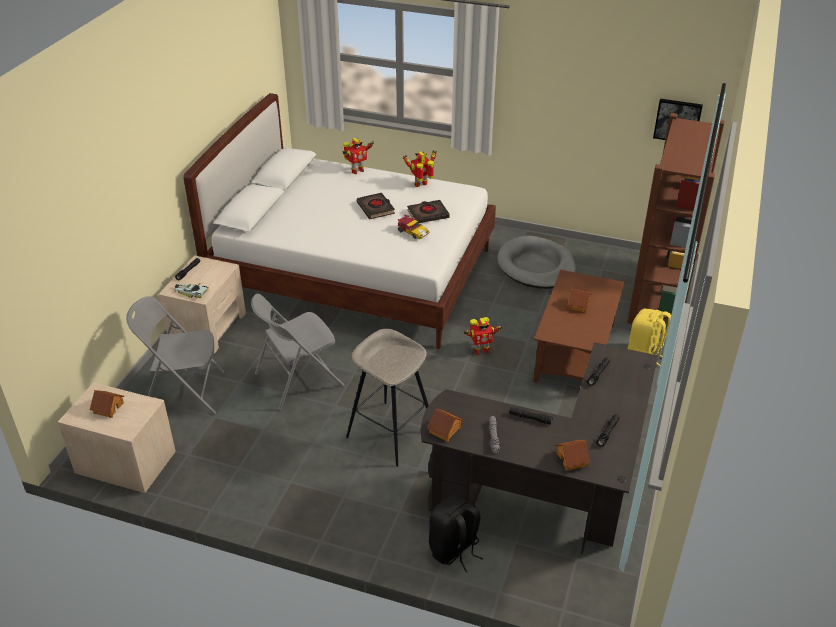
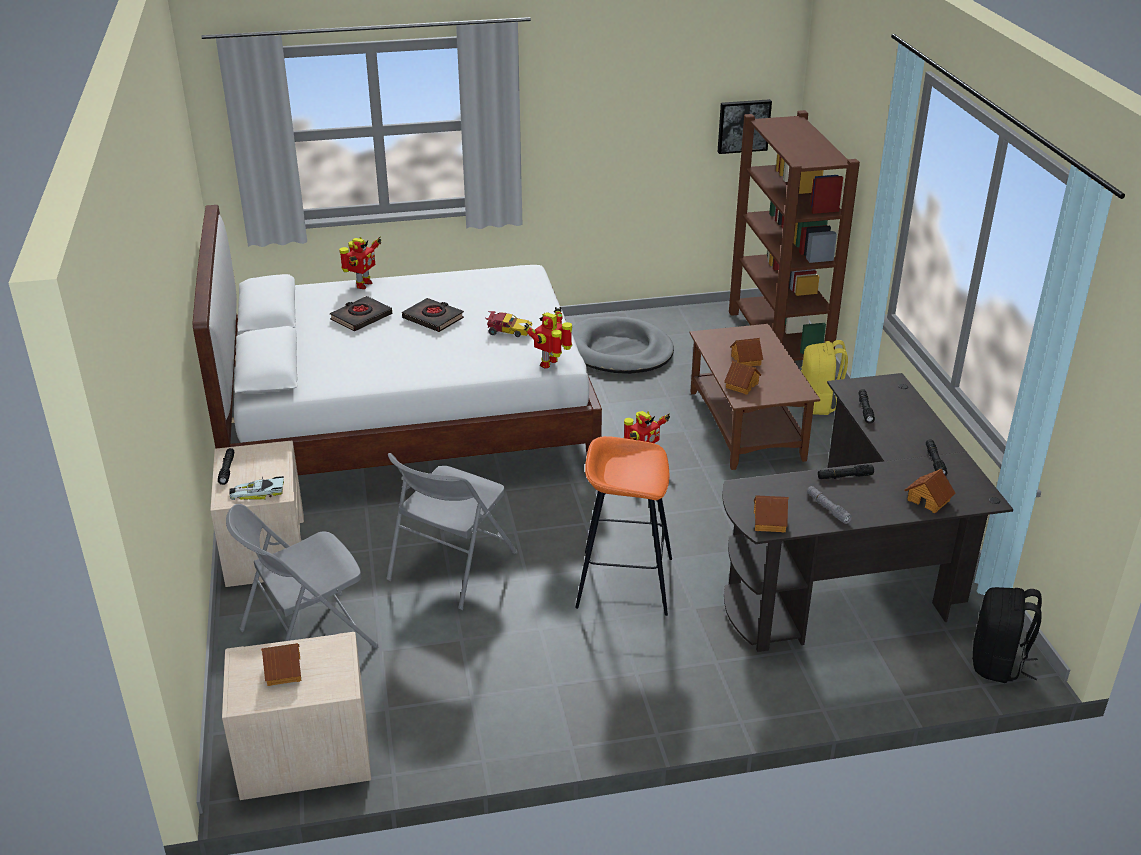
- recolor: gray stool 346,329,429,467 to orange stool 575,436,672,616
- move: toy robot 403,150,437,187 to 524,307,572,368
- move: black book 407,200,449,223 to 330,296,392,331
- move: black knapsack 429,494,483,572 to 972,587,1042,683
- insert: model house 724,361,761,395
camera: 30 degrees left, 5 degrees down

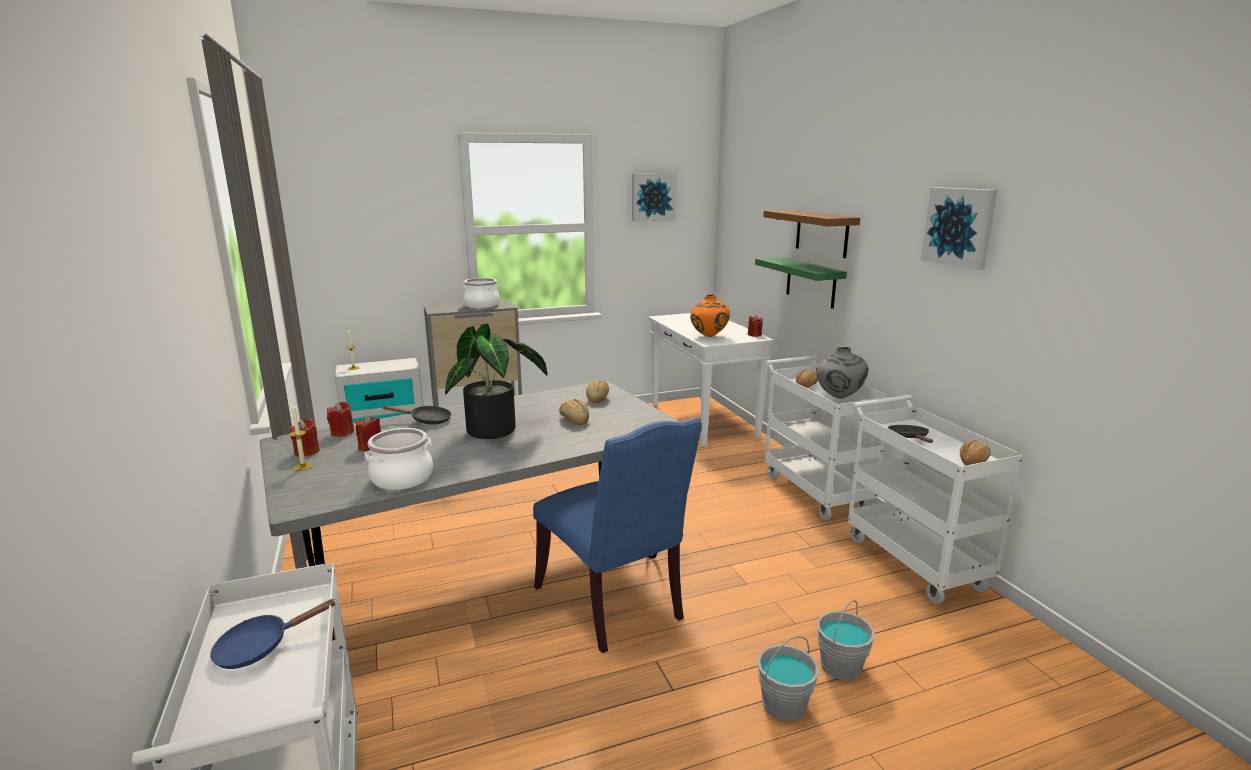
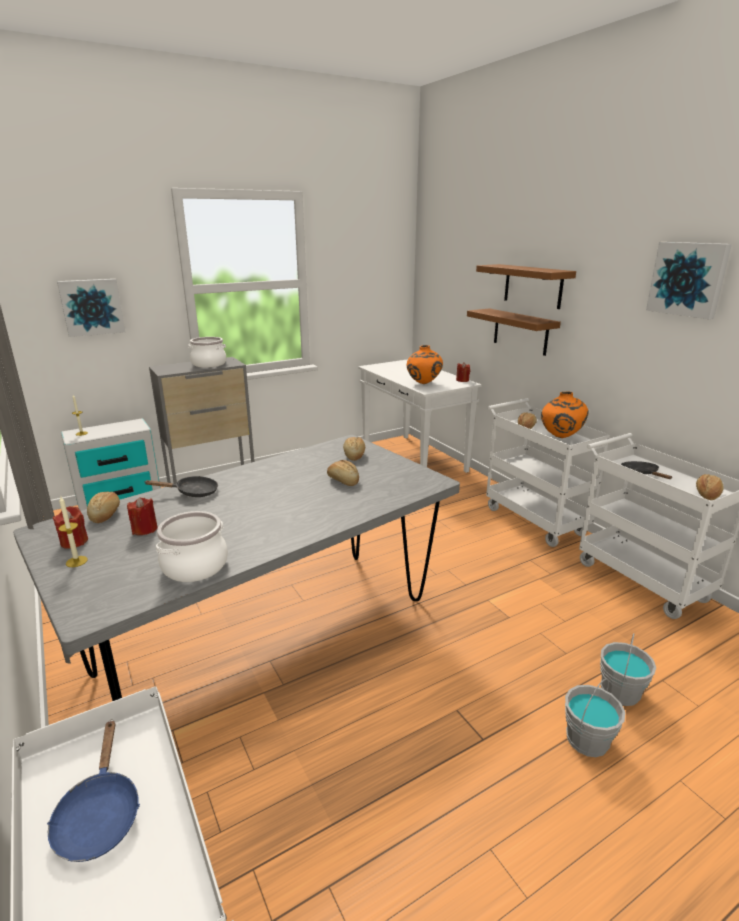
- rotate: blue skillet 210,599,336,669 = 47,719,140,862 60 degrees counterclockwise
- replace: reddish candle 327,402,354,437 to baked bread 87,491,120,523
- delete: plant in a pot 445,324,548,439
- delete: blue plain chair 533,418,702,653
- move: wall picture 632,173,677,222 to 57,279,125,337
- recolor: green-coloured bracket shelf 755,257,847,309 to brown bracket shelf 467,308,561,356
- recolor: gray flower vase 817,347,868,399 to orange flower vase 541,391,589,438
camera: 10 degrees left, 5 degrees up

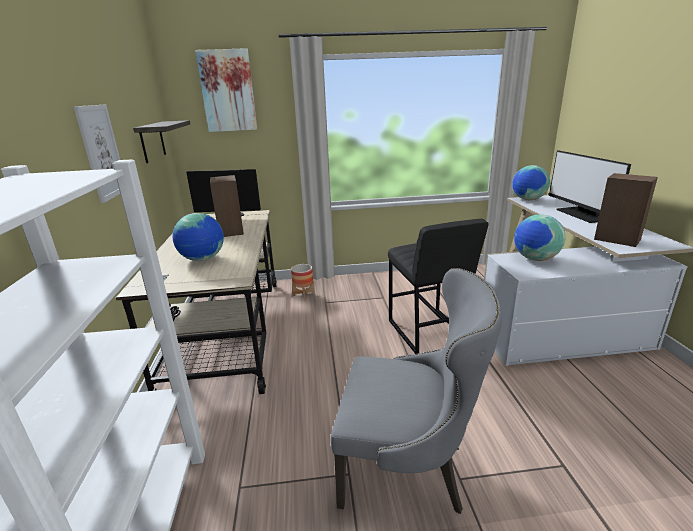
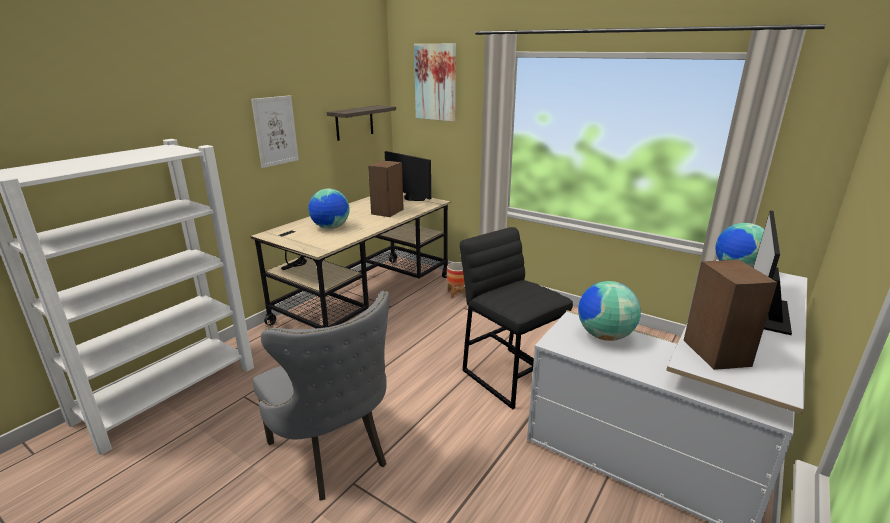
- rotate: black plain chair 388,219,489,354 = 460,227,573,409 120 degrees clockwise
camera: 40 degrees right, 0 degrees up

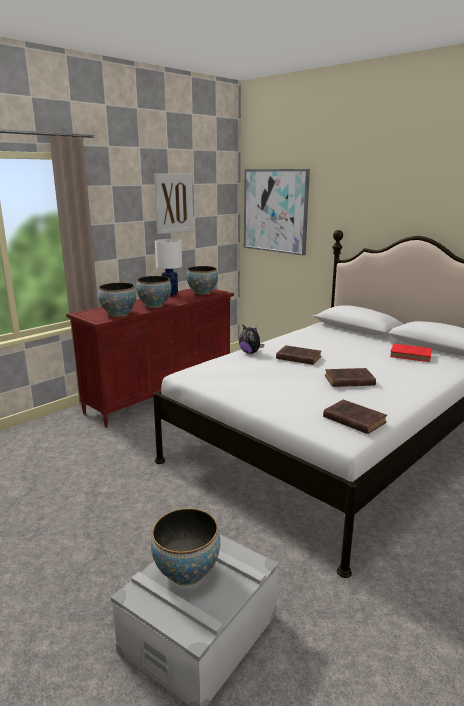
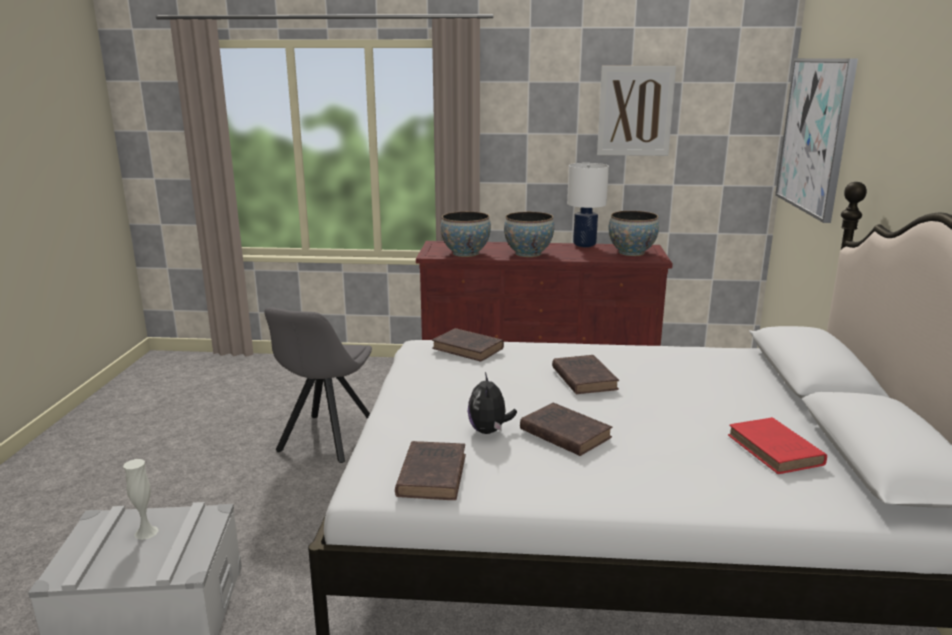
- replace: serving bowl 151,508,220,586 to white-coloured flower vase 123,459,159,540
- move: soft toy 239,325,264,354 to 468,372,517,434
- insert: gray plain chair 264,307,372,463
- insert: brown book 432,328,504,362
camera: 50 degrees right, 0 degrees up

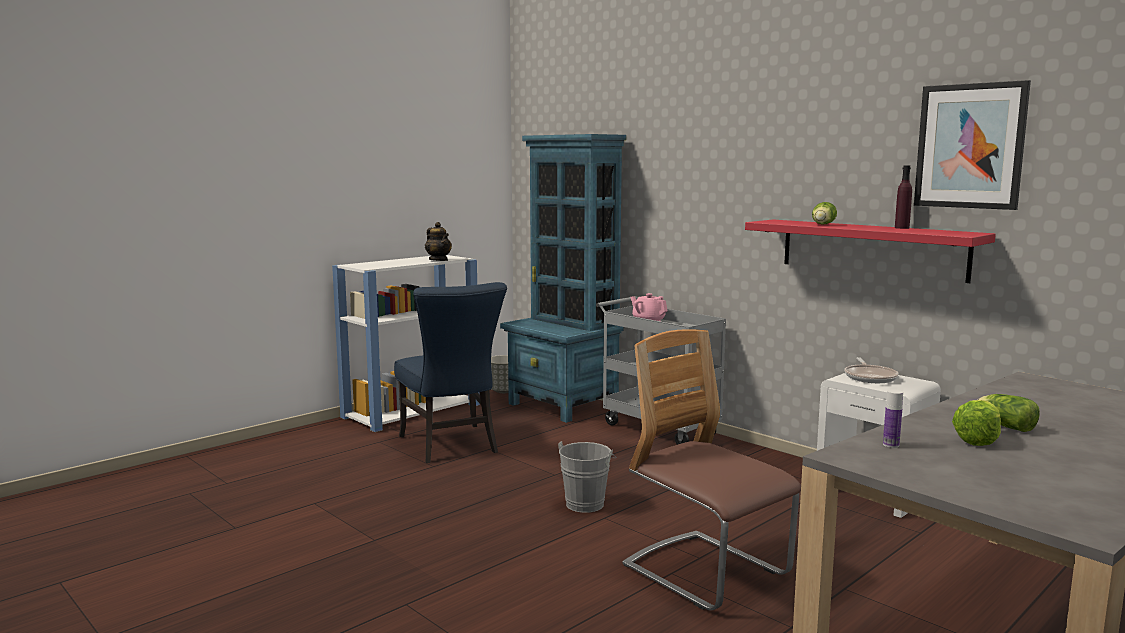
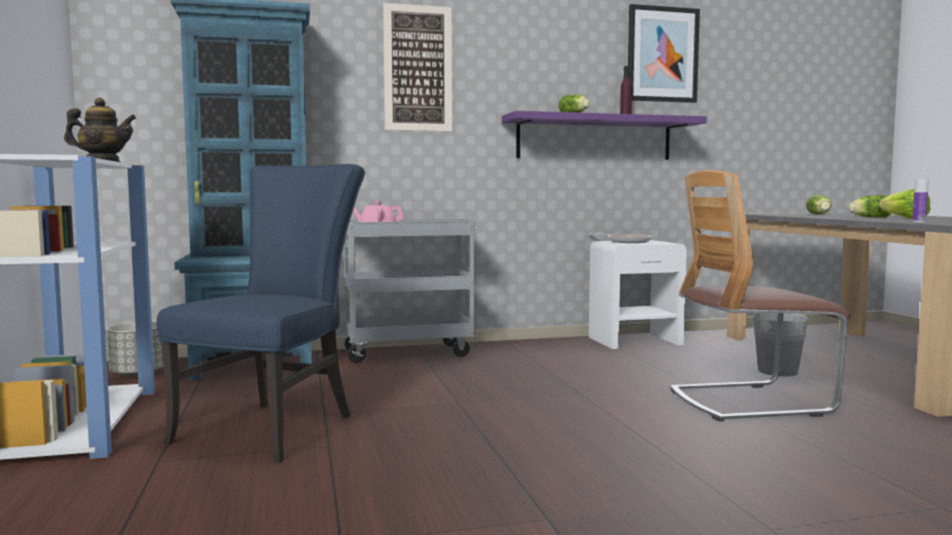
- rotate: blue plain chair 394,282,507,463 = 156,164,365,463 75 degrees counterclockwise
- move: gray bucket 558,441,617,513 to 743,313,809,376
- recolor: reddish bracket shelf 745,220,996,283 to purple-coloured bracket shelf 502,111,707,160
- insert: wall picture 383,3,452,131
- insert: lettuce head 806,195,832,215
camera: 60 degrees left, 5 degrees down

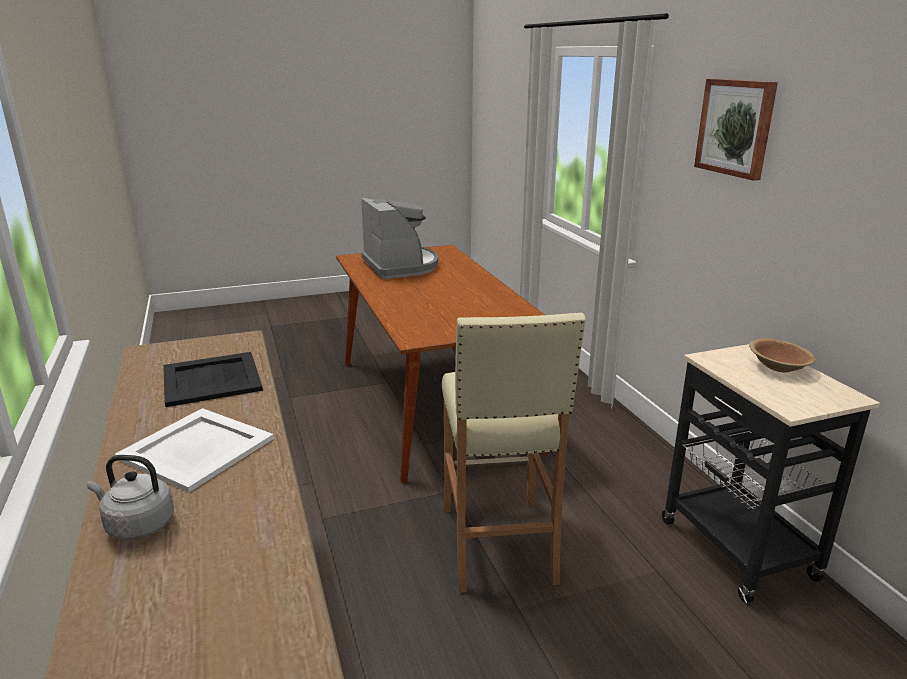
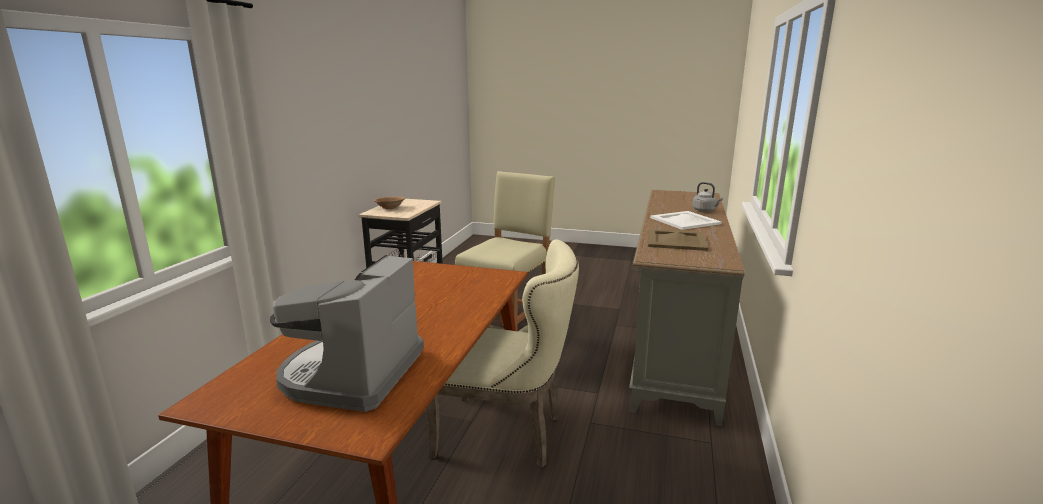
- recolor: black carrying tray 163,352,263,407 to sand-coloured carrying tray 648,229,708,251
- delete: wall picture 694,79,778,181
- insert: sand-coloured plain chair 426,239,579,468
camera: 145 degrees left, 5 degrees down

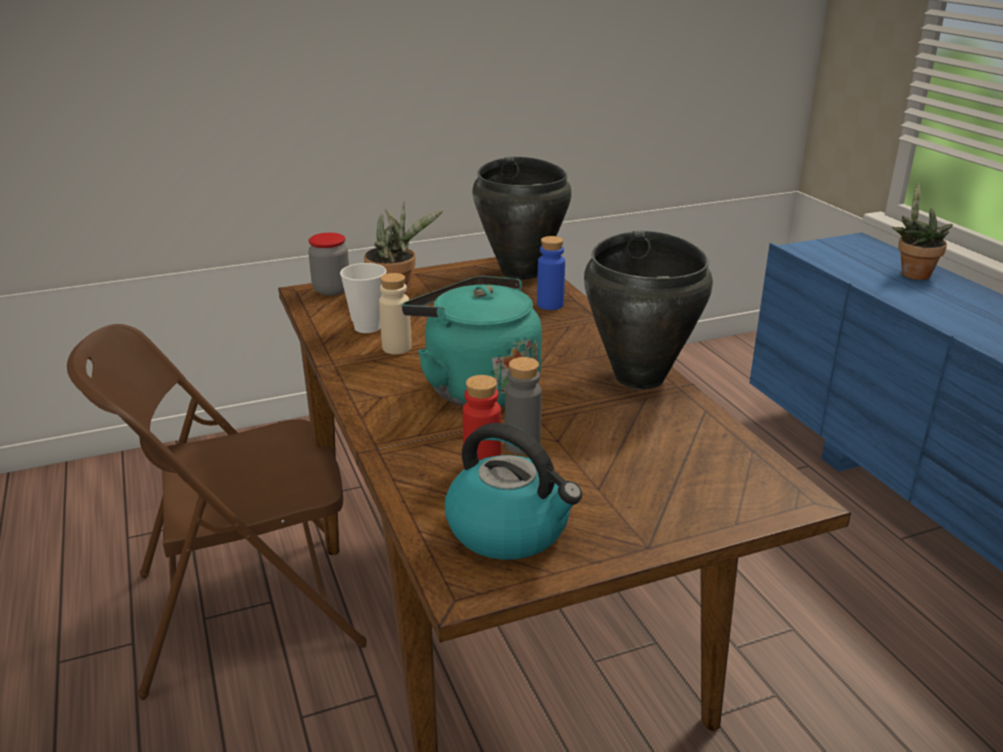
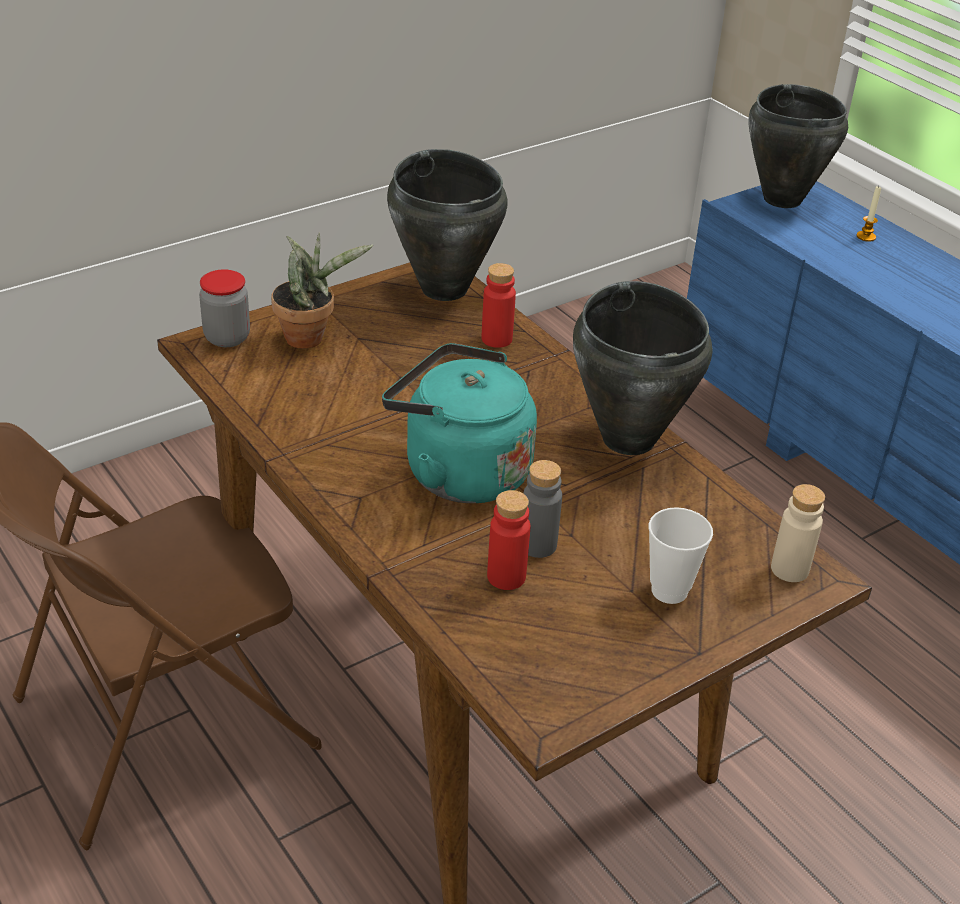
- move: cup 340,263,387,333 to 649,507,713,604
- move: sand-coloured bottle 379,273,412,354 to 771,484,825,582
- delete: water kettle 445,423,582,560
- recolor: blue bottle 537,236,565,310 to reddish bottle 481,263,516,348
- replace: plant in a pot 892,183,953,280 to candle 857,186,881,242
- insert: black saucepot 748,84,848,208
camera: 15 degrees left, 10 degrees up

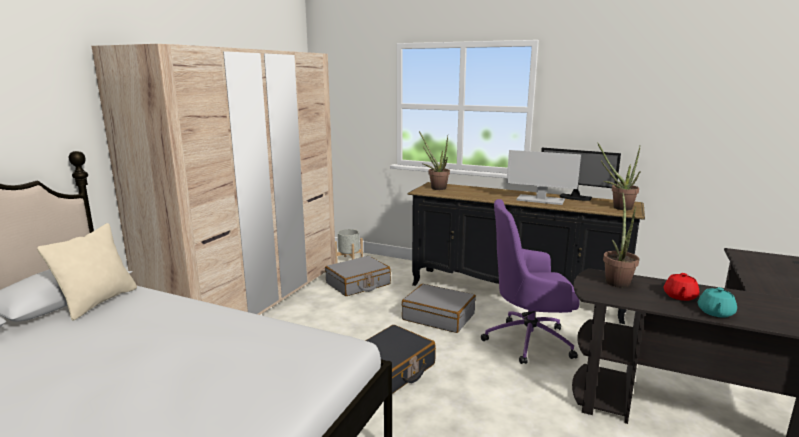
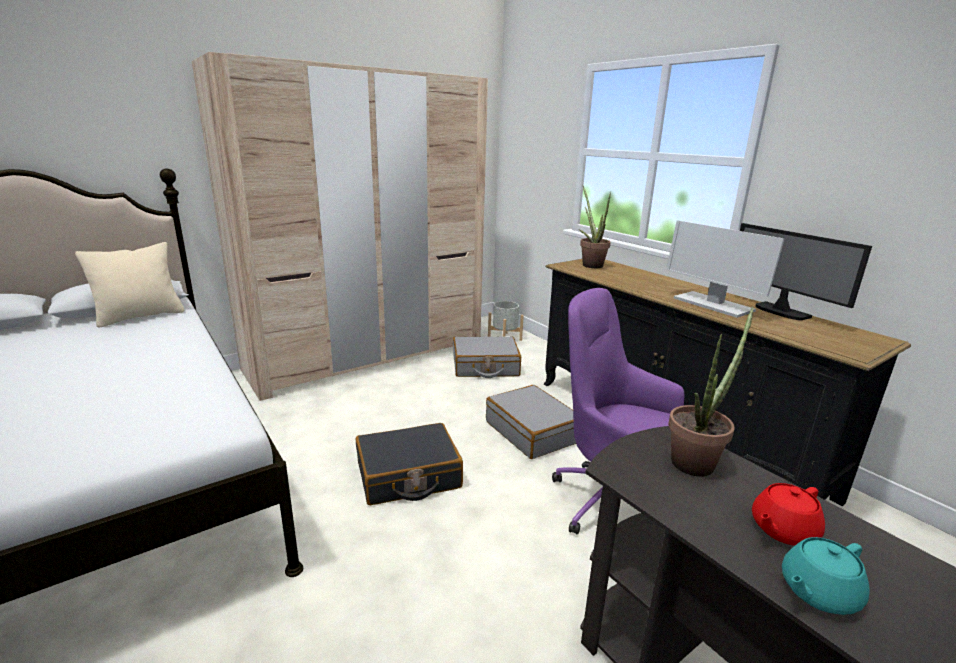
- delete: plant in a pot 597,142,641,210
camera: 30 degrees right, 5 degrees up

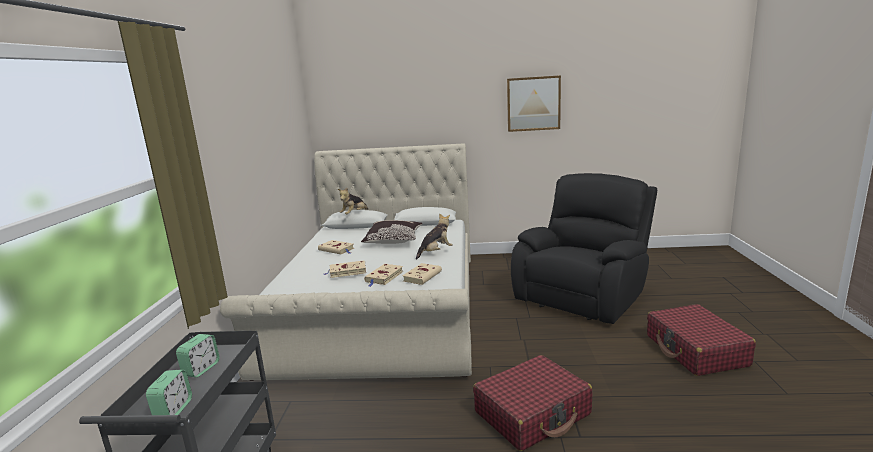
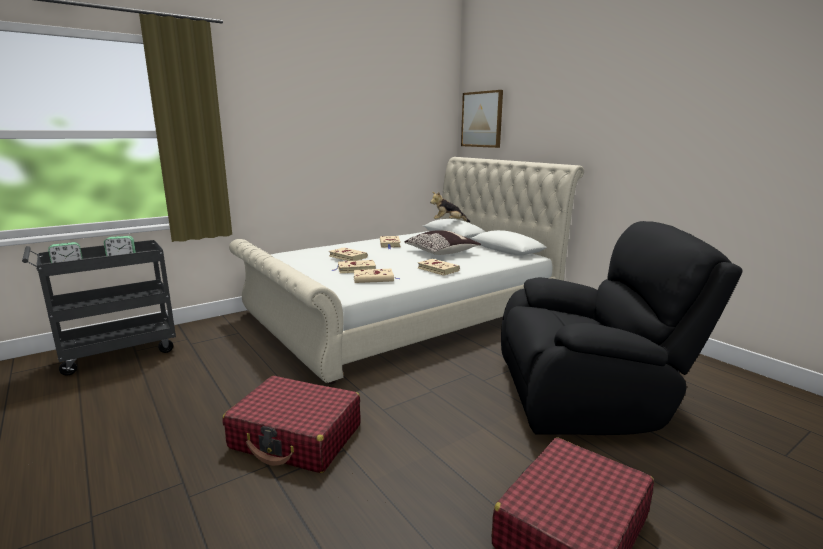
- replace: soft toy 416,213,453,260 to sand-coloured book 418,259,460,276
- move: wall picture 507,75,561,132 to 461,90,503,148
camera: 50 degrees right, 0 degrees up

